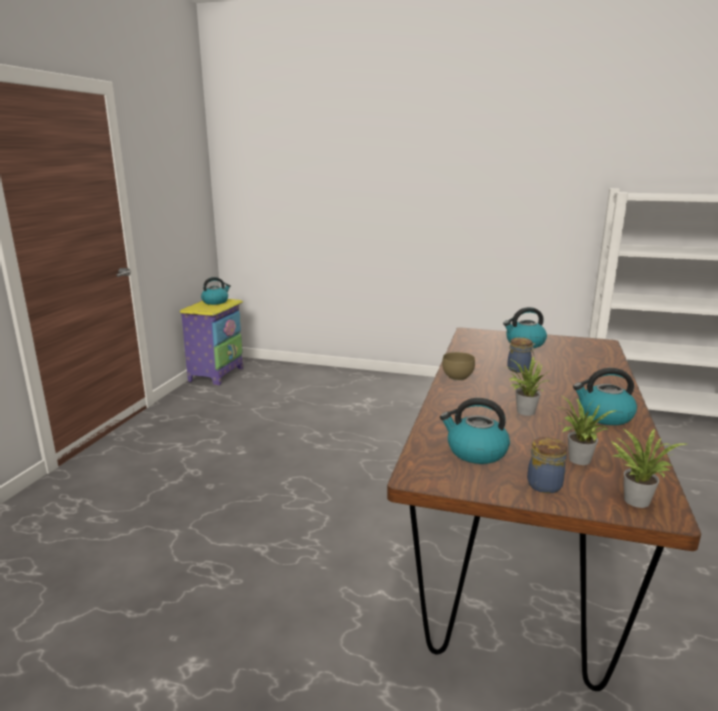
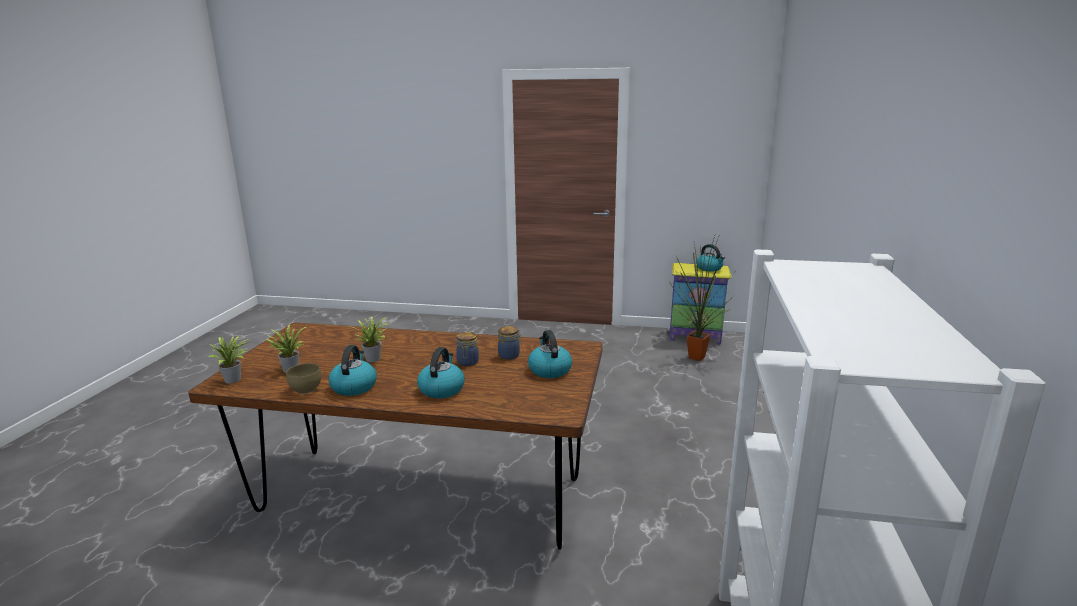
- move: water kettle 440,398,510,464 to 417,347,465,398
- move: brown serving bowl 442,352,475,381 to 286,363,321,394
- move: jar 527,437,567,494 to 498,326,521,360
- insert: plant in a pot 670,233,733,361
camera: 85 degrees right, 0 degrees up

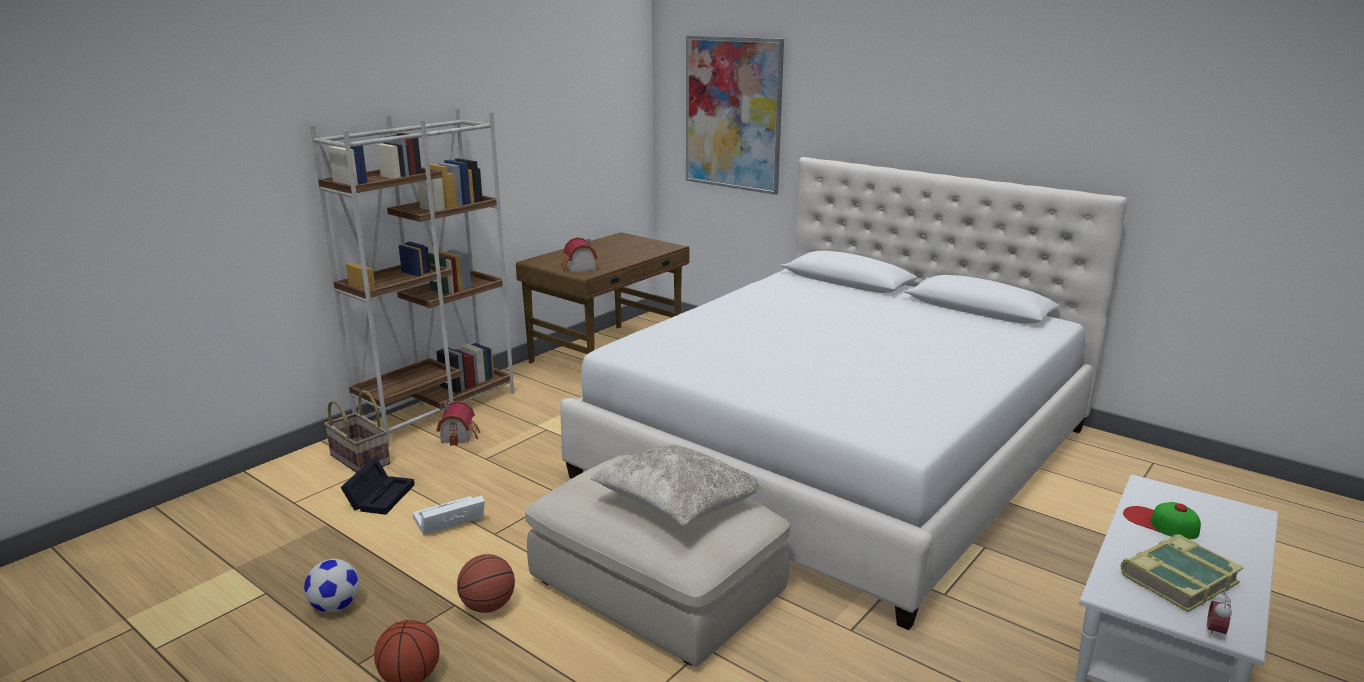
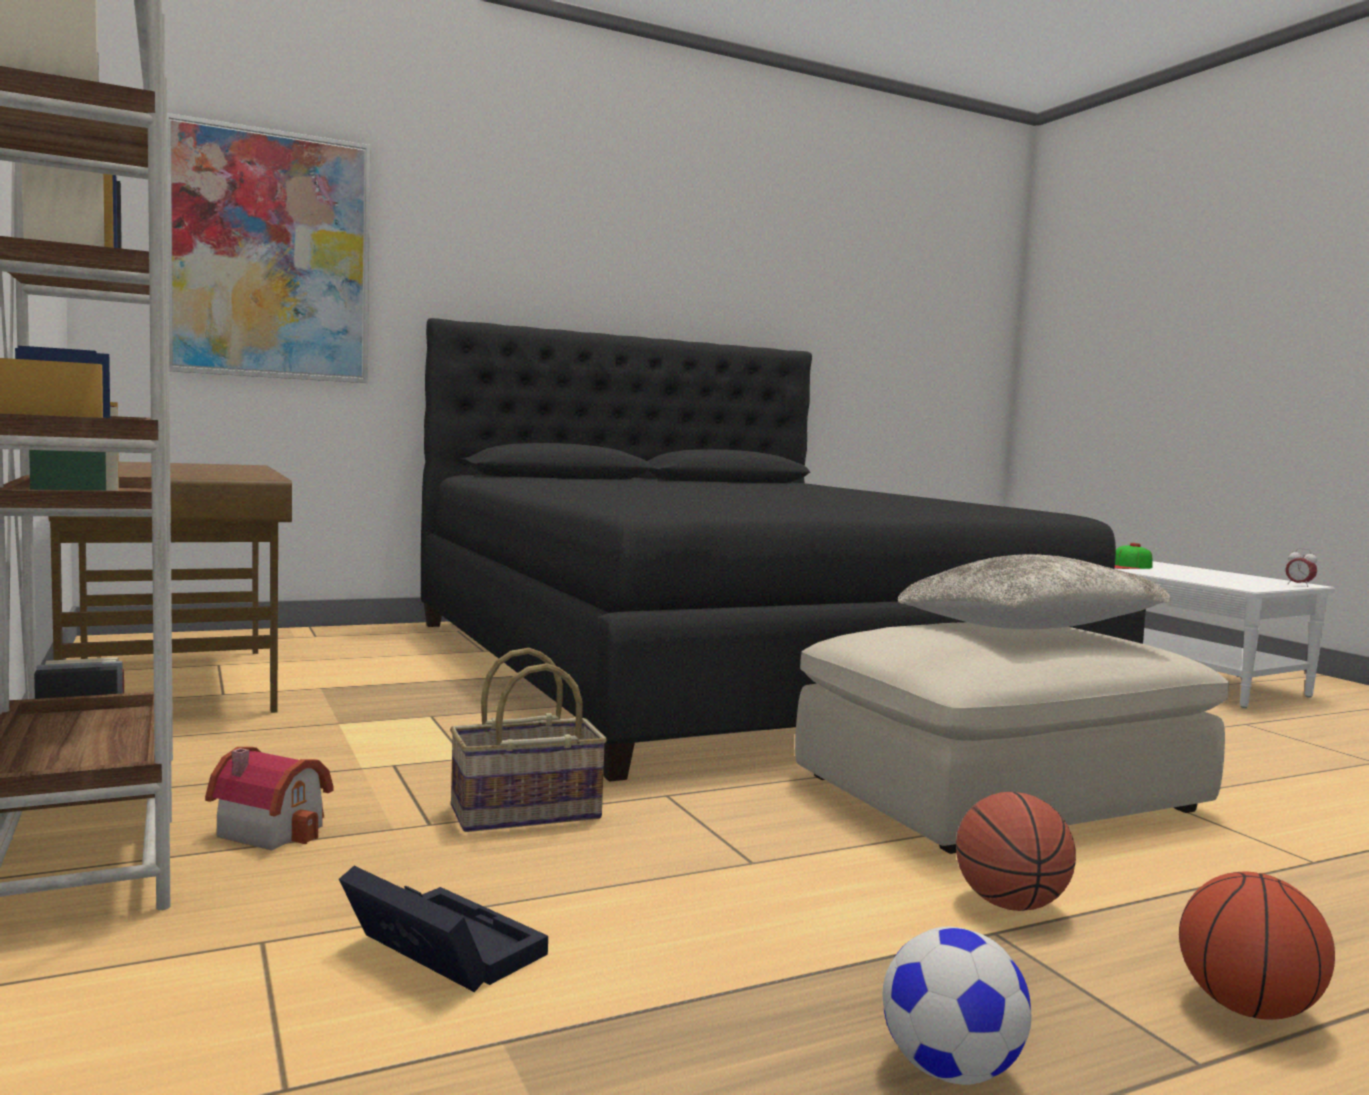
- move: basket 324,390,390,473 to 450,648,607,832
- delete: white-coloured storage bin 413,495,485,535
- recolor: white-coloured sleeping bed 560,157,1128,630 to black sleeping bed 421,318,1146,782
- delete: model house 561,237,597,273
- delete: book 1120,534,1244,612
camera: 65 degrees left, 15 degrees down

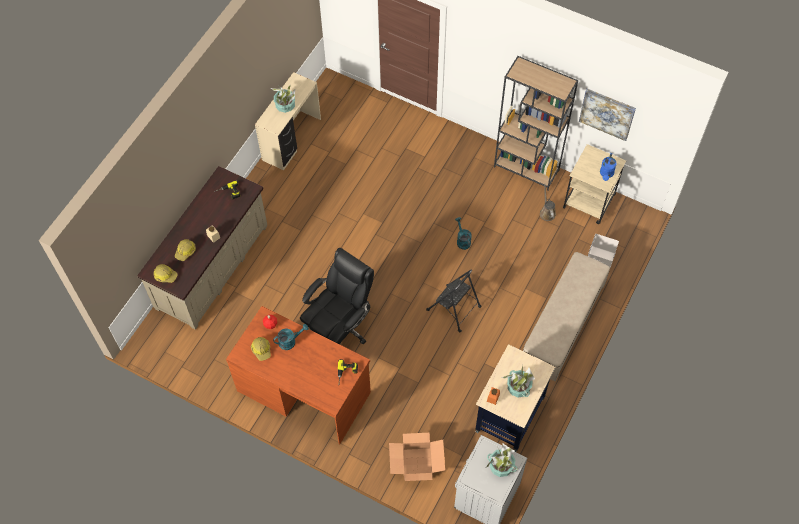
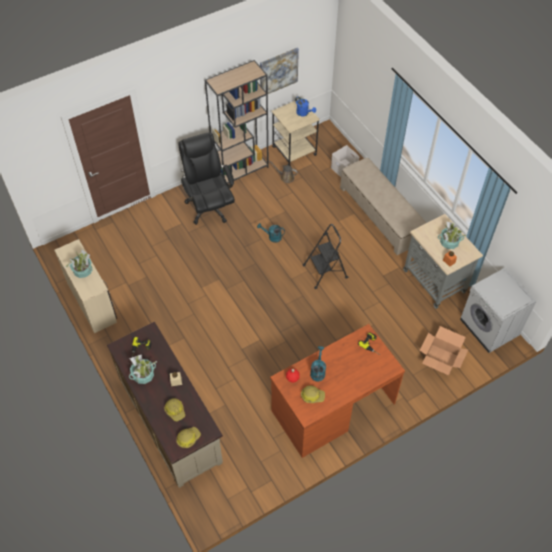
- move: black desk chair 300,248,374,344 to 178,132,235,225
- recolor: blue trolley 475,344,555,452 to gray trolley 403,214,483,309
- move: plant in a pot 485,444,519,477 to 129,355,157,384
camera: 60 degrees left, 5 degrees down

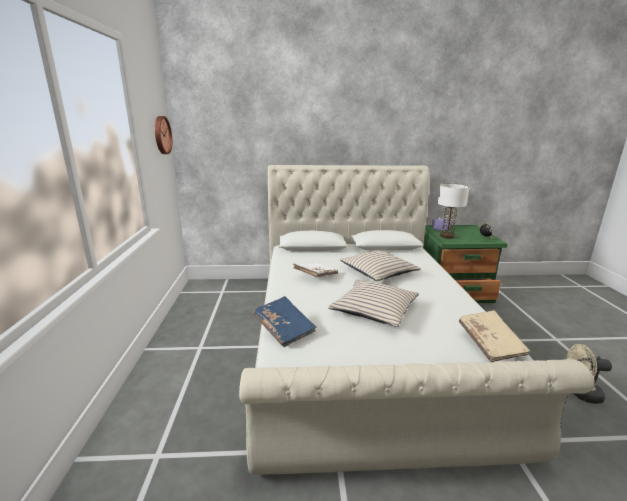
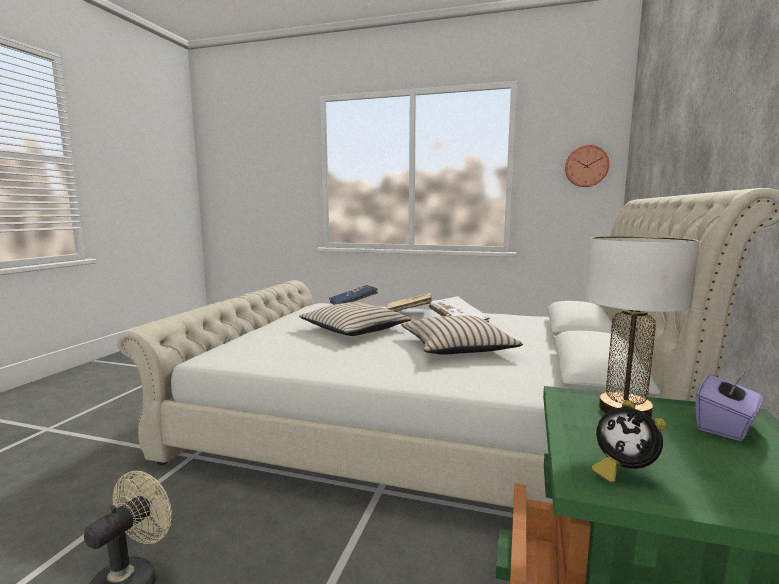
- move: sand-coloured book 459,310,530,362 to 386,293,432,312
camera: 110 degrees right, 10 degrees down

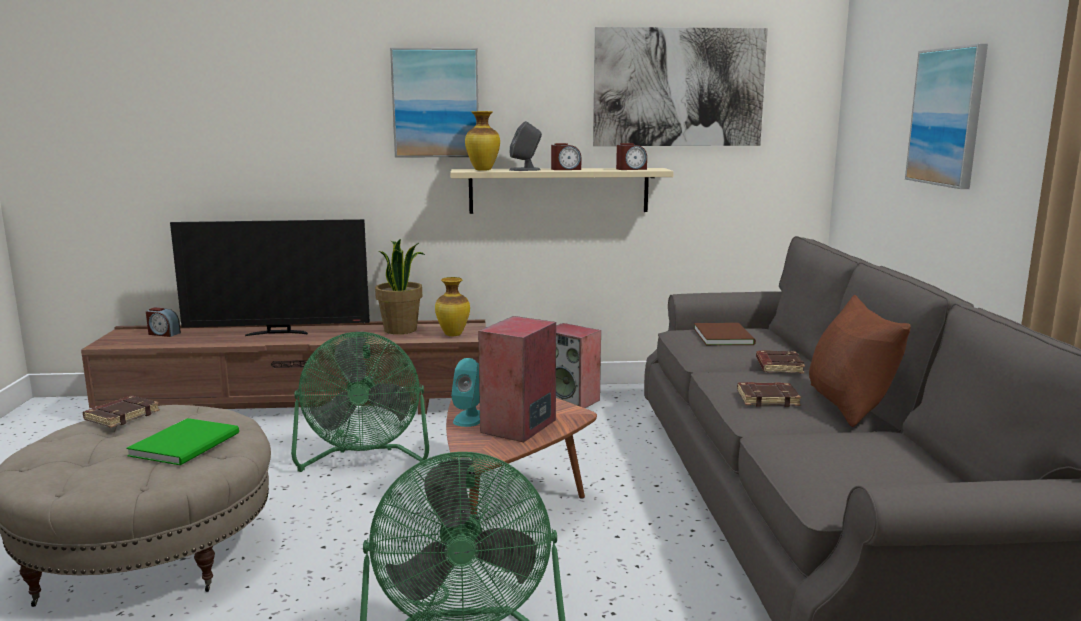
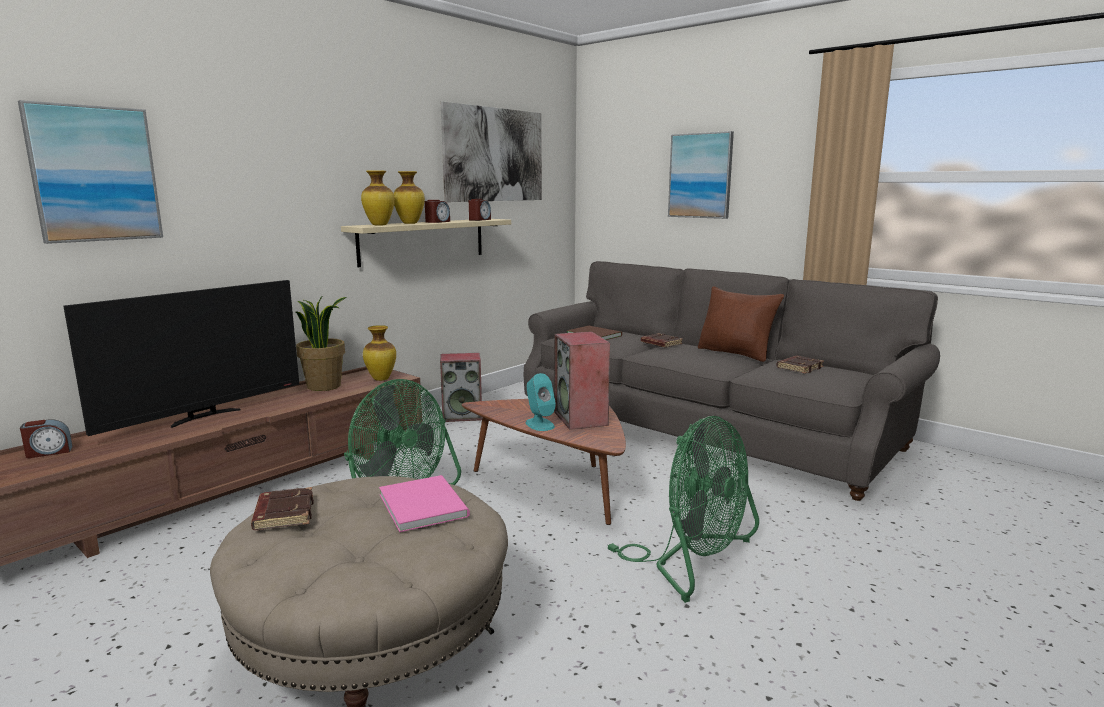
- recolor: green-coloured book 126,418,239,465 to pinkish book 379,475,470,532
- move: wall picture 390,48,479,158 to 18,100,163,244
- replace: gray loudspeaker 510,121,542,171 to flower vase 393,171,425,224
- move: brown book 737,382,801,407 to 776,356,824,374
camera: 45 degrees left, 0 degrees up

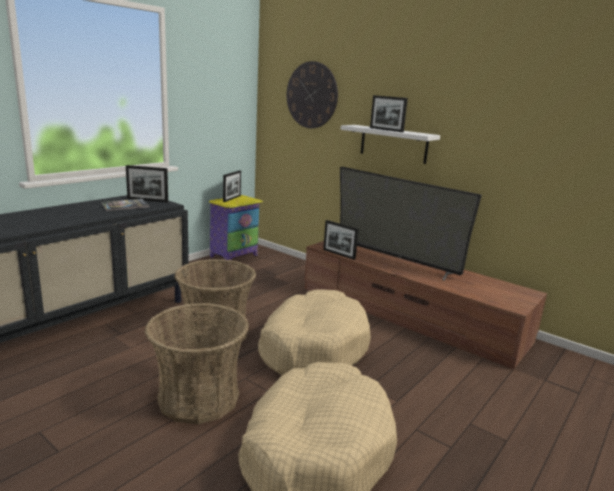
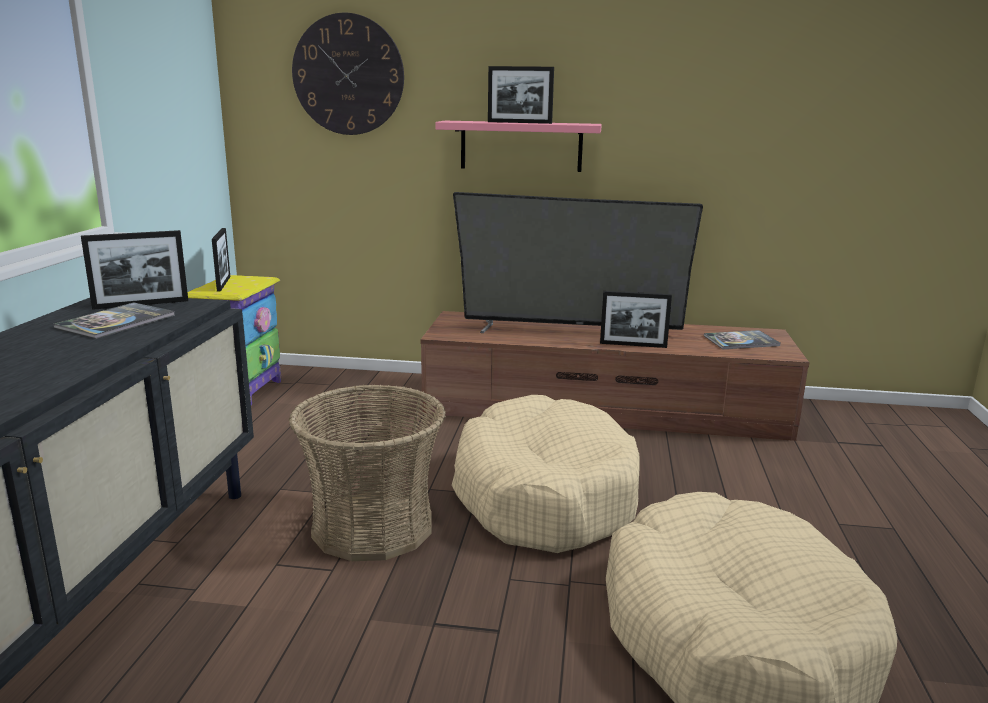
- delete: basket 145,303,249,424
- move: standing frame 323,220,358,260 to 600,291,672,348
- recolor: white-coloured bracket shelf 340,125,440,164 to pinkish bracket shelf 435,121,602,172
- insert: book 704,330,780,349
camera: 30 degrees left, 0 degrees up

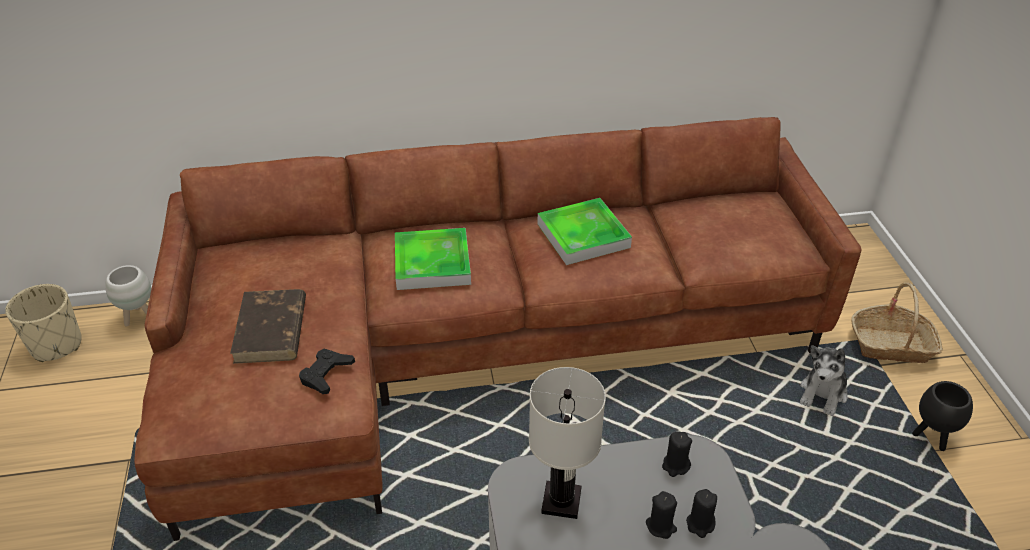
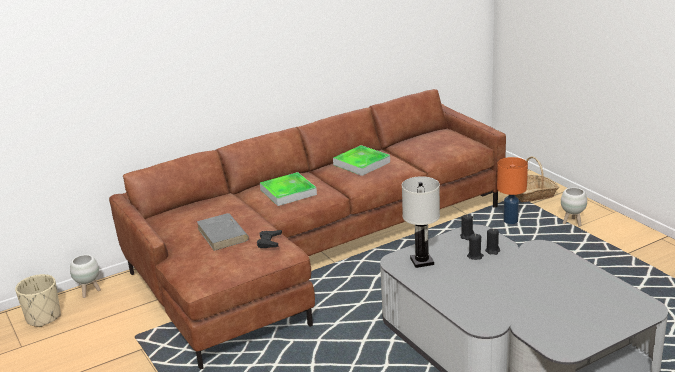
- recolor: brown book 230,289,306,364 to gray book 197,213,249,251
- replace: soft toy 800,346,848,416 to orange tabletop lamp 497,157,528,224
- recolor: black flower pot 912,381,973,451 to white-coloured flower pot 561,187,587,226
camera: 20 degrees left, 15 degrees down

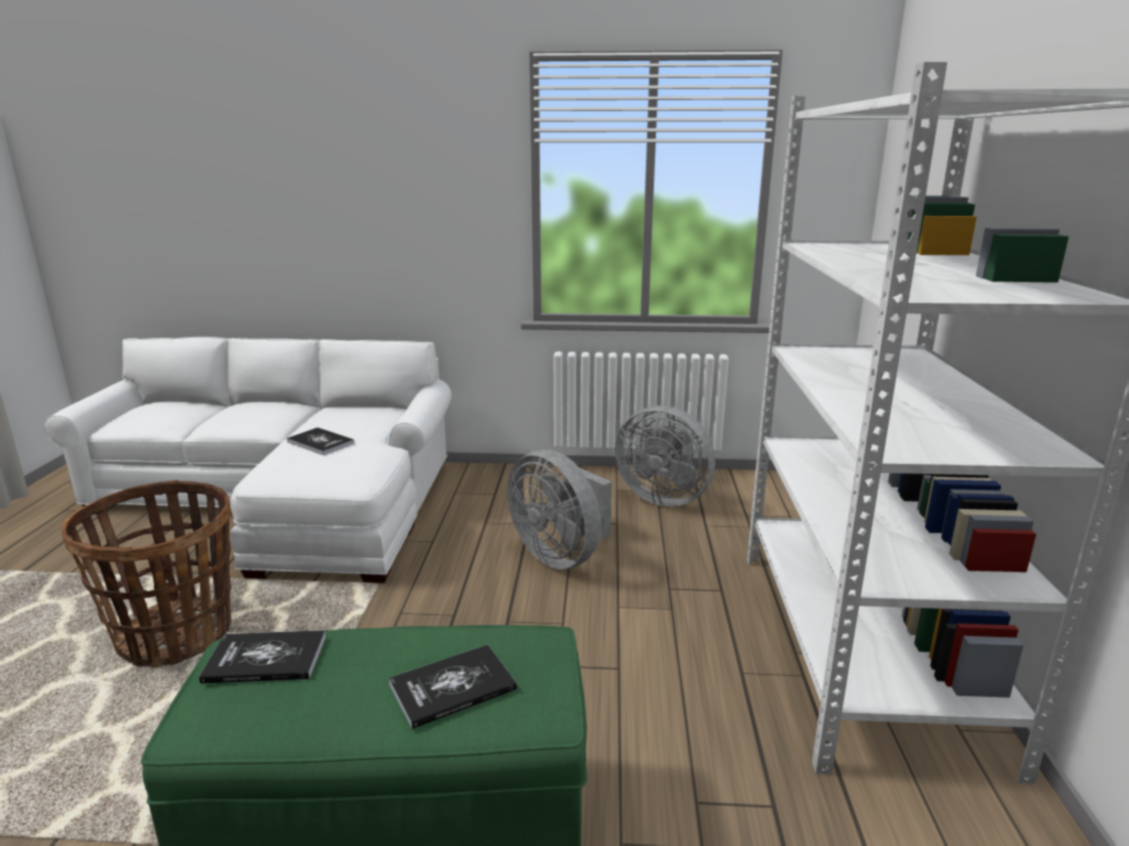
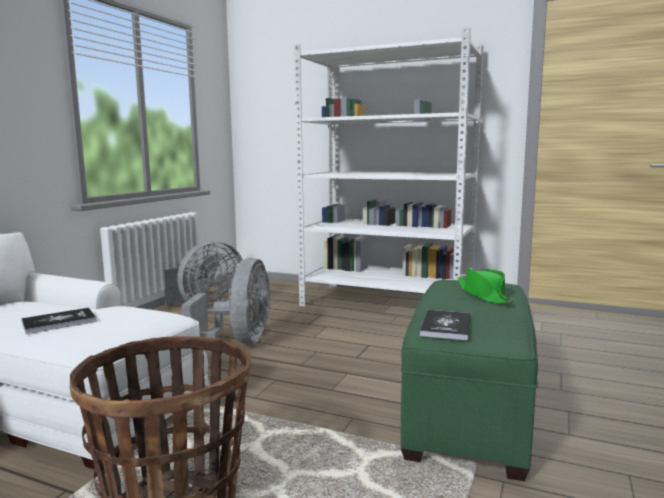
- replace: book 389,644,517,729 to green-coloured hat 457,268,514,304
- rotate: gray electric fan 507,450,612,569 = 182,258,270,344 60 degrees counterclockwise
camera: 70 degrees left, 10 degrees down

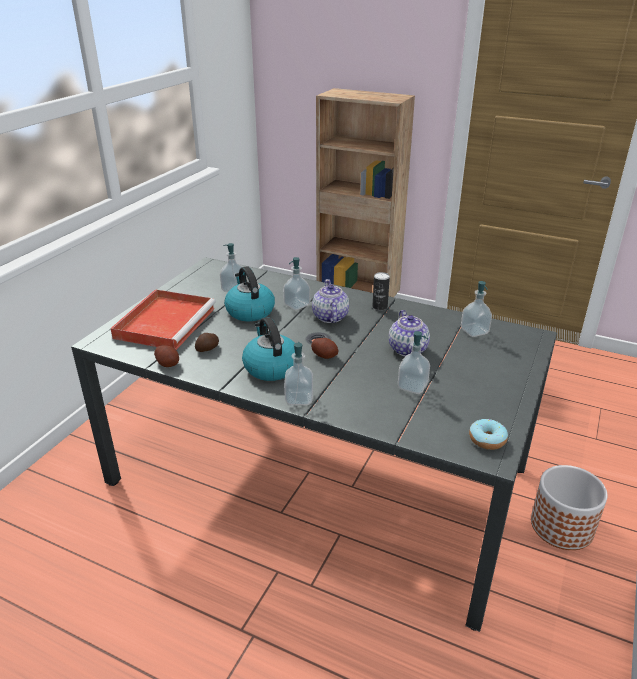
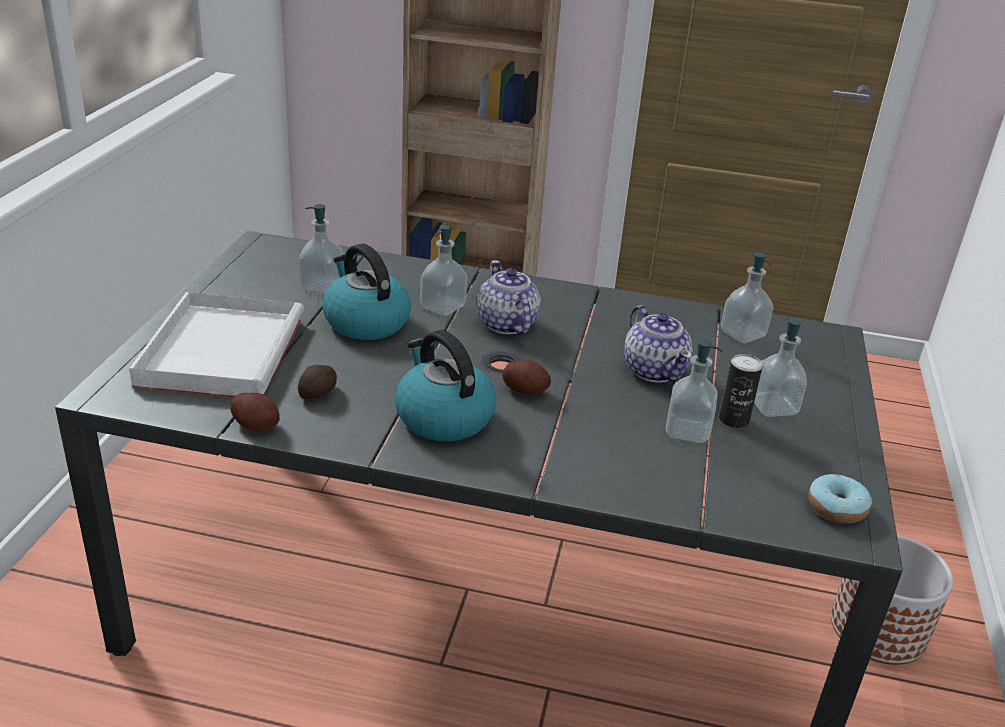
- recolor: reddish carrying tray 110,289,216,350 to white-coloured carrying tray 129,292,304,397
- move: liquid soap bottle 284,342,313,405 to 754,317,807,417
- move: can 372,272,390,310 to 719,354,763,428
camera: 15 degrees left, 0 degrees up

